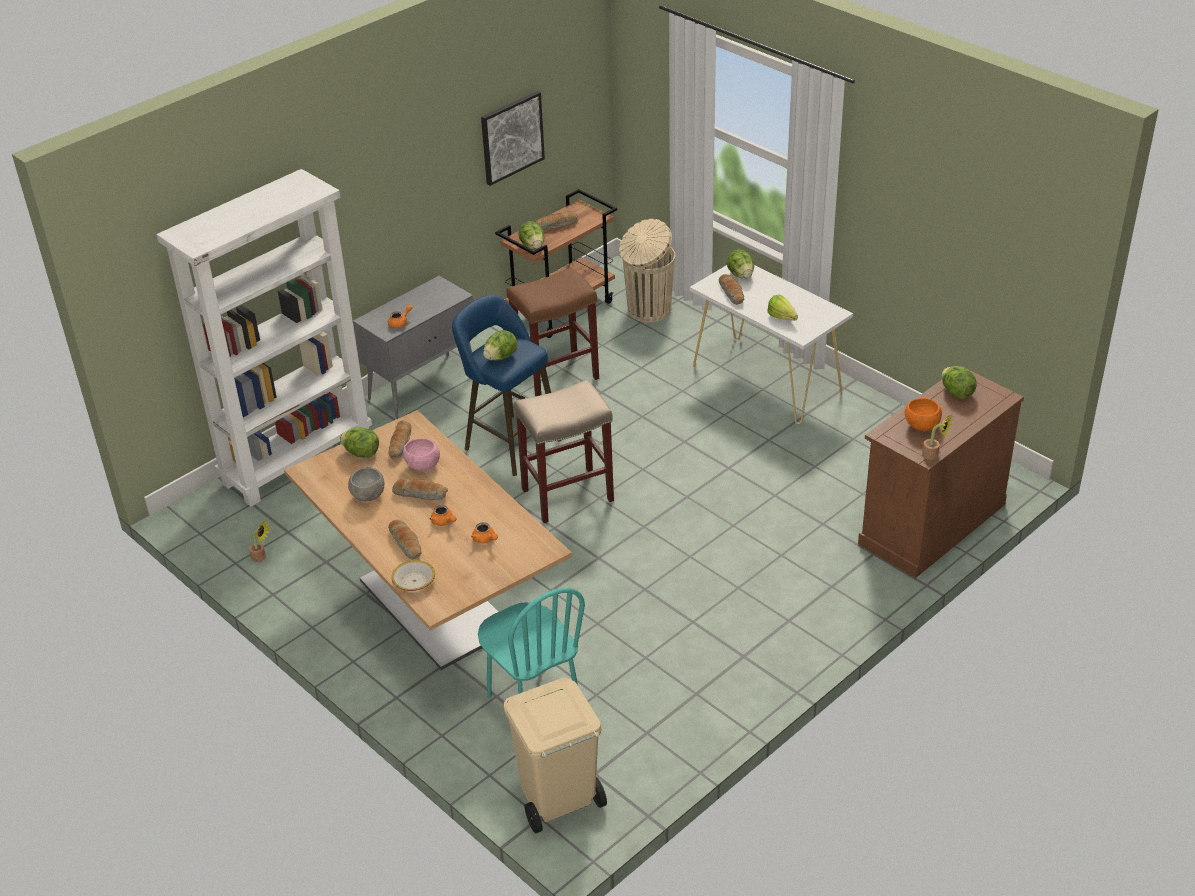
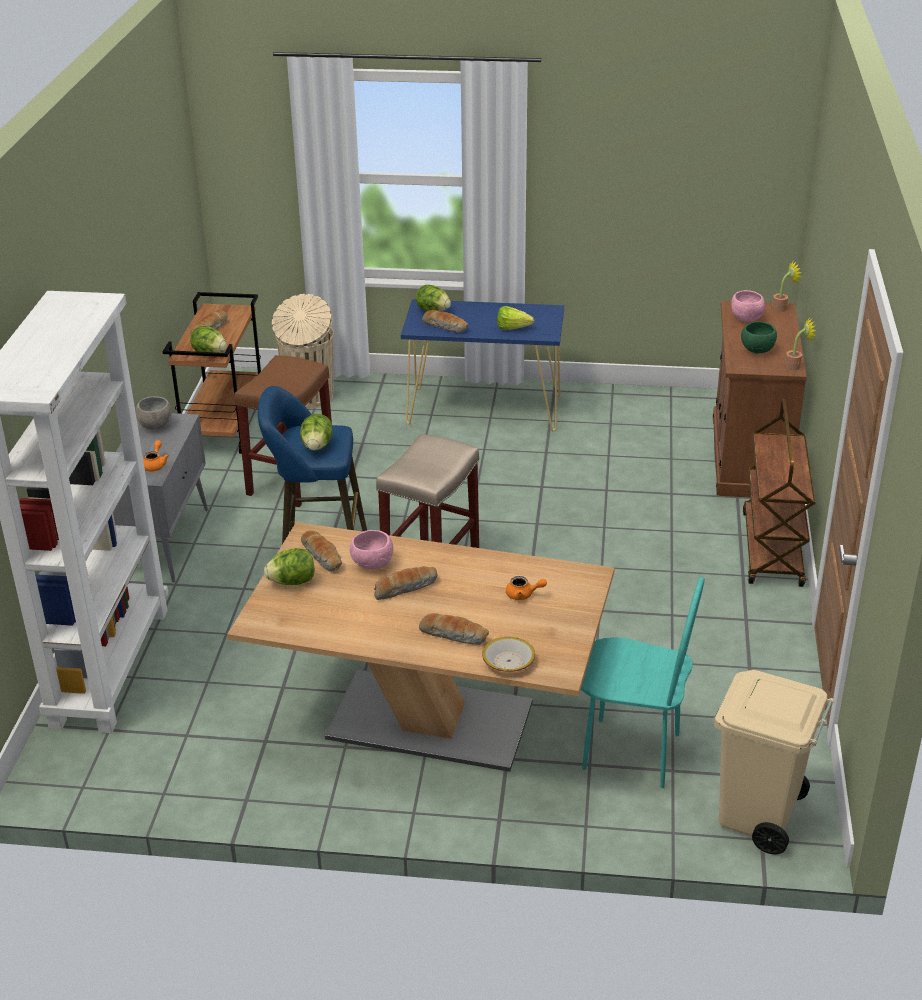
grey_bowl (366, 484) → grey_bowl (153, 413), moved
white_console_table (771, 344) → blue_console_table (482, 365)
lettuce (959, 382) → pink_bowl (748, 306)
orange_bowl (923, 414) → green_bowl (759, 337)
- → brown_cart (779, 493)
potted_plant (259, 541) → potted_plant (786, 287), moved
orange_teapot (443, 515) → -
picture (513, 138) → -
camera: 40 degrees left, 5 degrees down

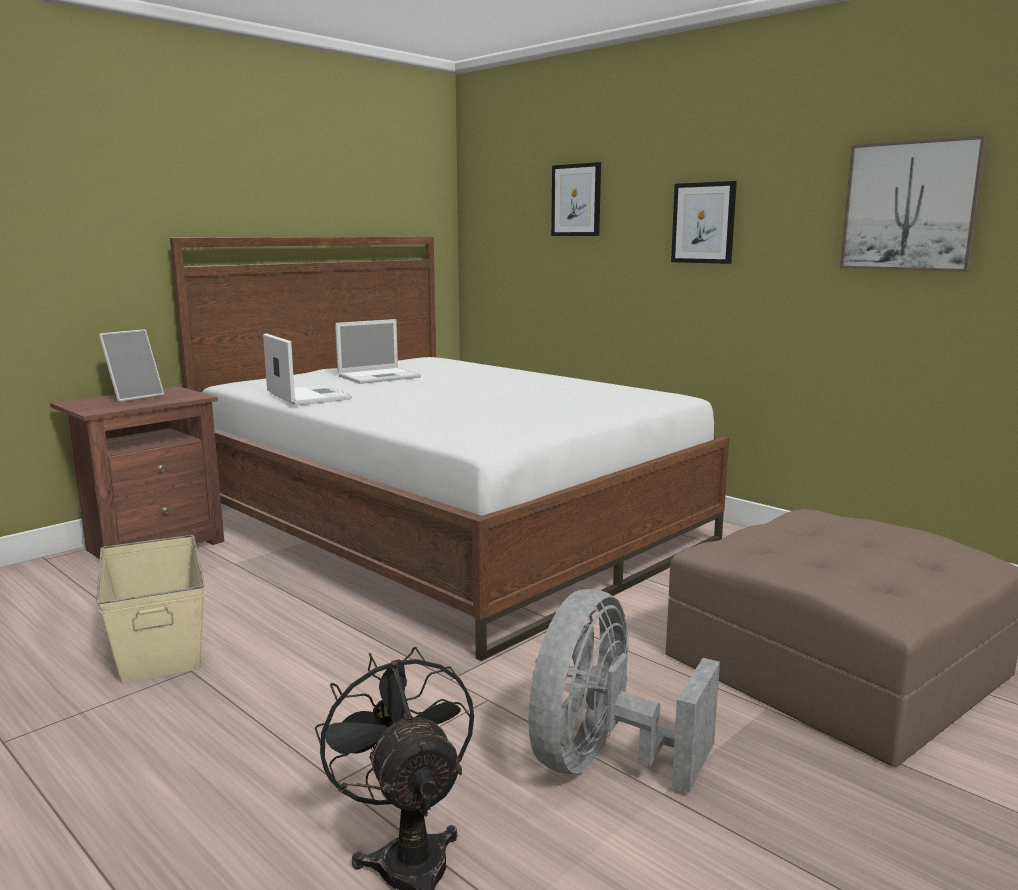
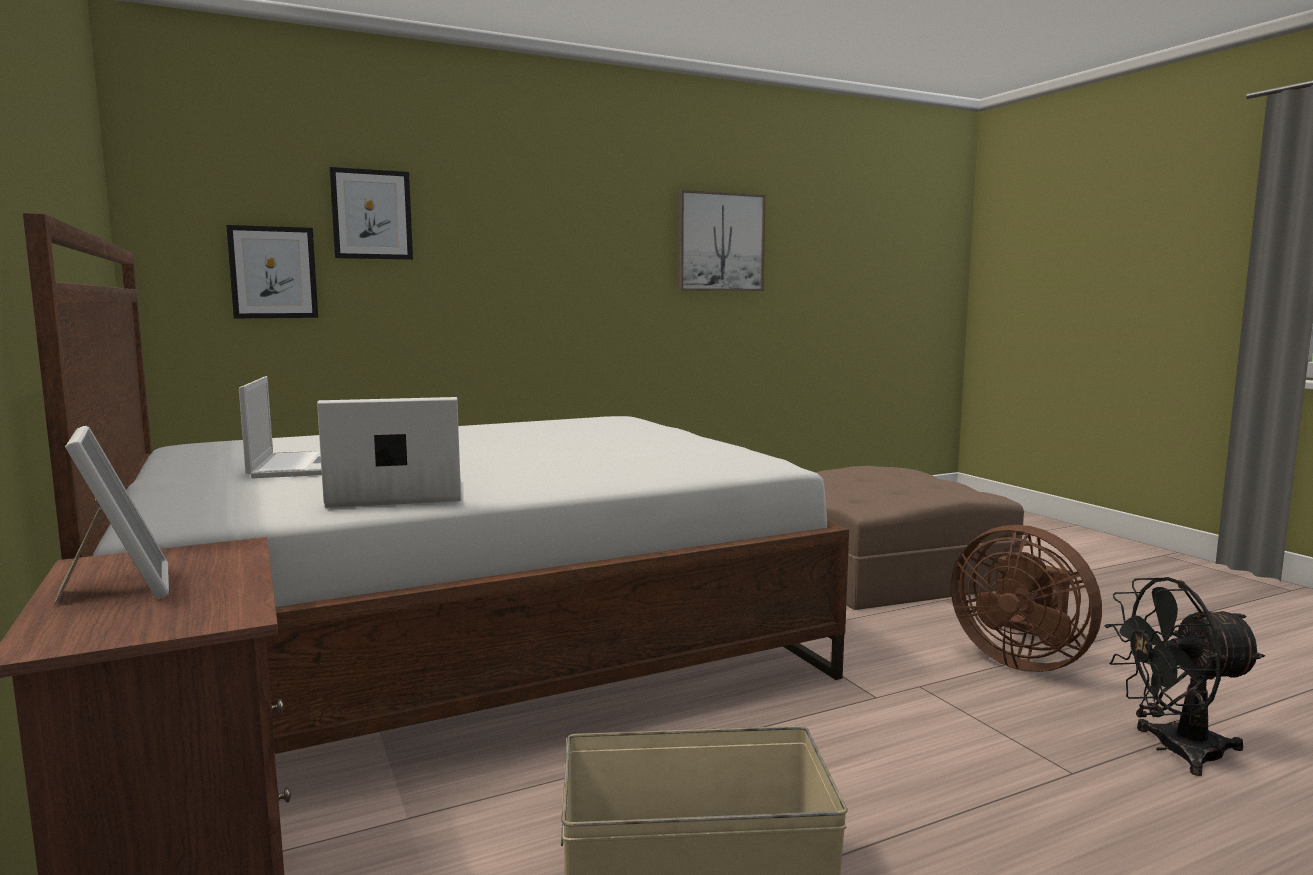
picture (704, 222) → picture (272, 271), moved
grey_fan (624, 691) → brown_fan (1026, 598)
camera: 70 degrees left, 5 degrees down

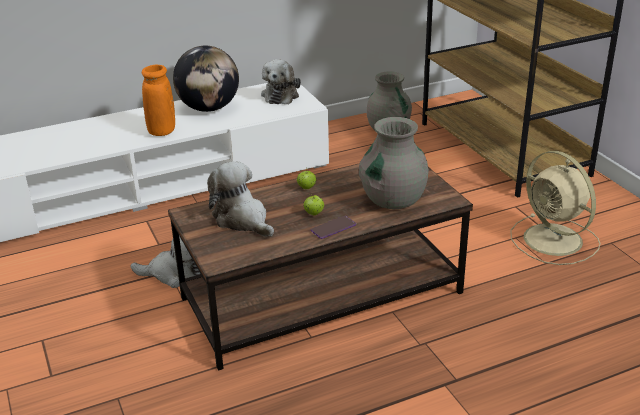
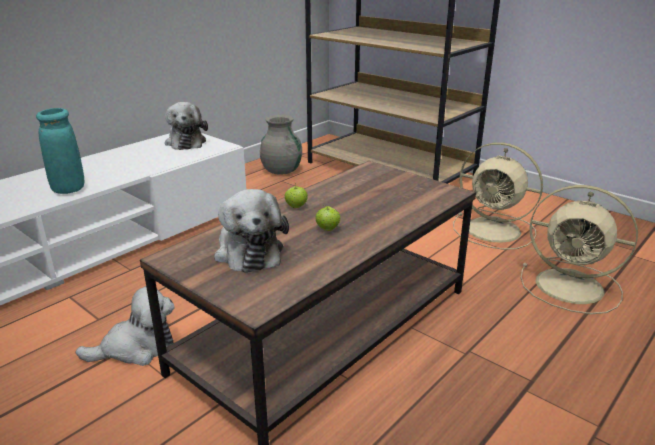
orange_vase (158, 100) → turquoise_vase (60, 151)
plush_toy (240, 199) → plush_toy (251, 231), 135 degrees counterclockwise
- → beige_fan (579, 249)
globe (206, 79) → -
phone (333, 227) → -
grey_vase (394, 163) → -
camera: 25 degrees left, 5 degrees down

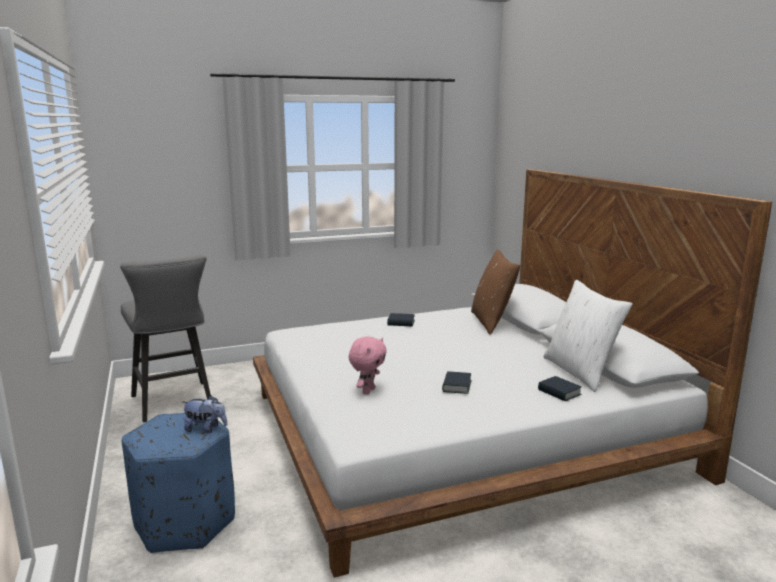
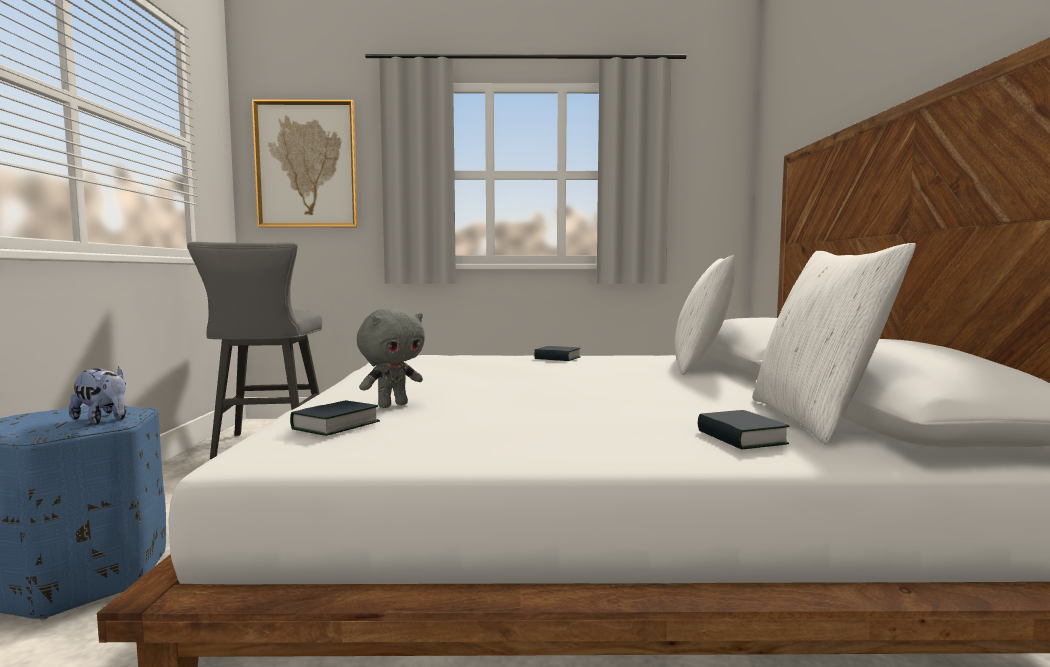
- → picture (305, 163)
book (457, 382) → book (335, 418), moved
pink_plush_toy (368, 366) → grey_plush_toy (391, 358)
brown_pillow (495, 292) → white_pillow (705, 315)
camera: 20 degrees right, 10 degrees down

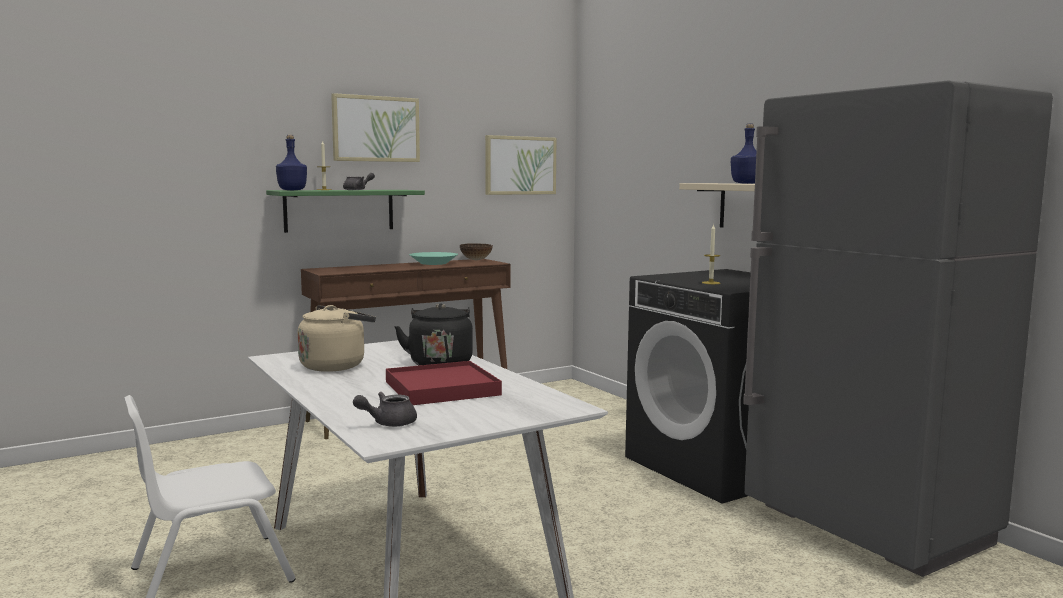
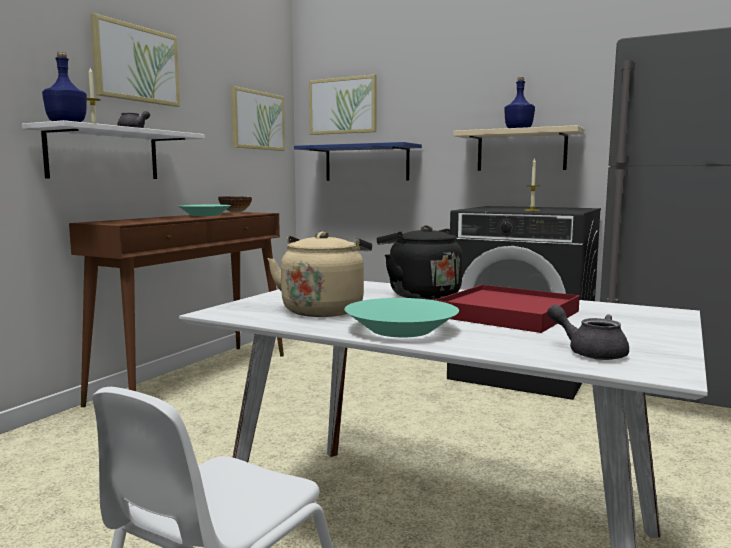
green_shelf (345, 211) → white_shelf (113, 149)
- → blue_shelf (358, 161)
- → picture (343, 104)
- → turquoise_bowl (401, 317)
grey_teapot (385, 409) → grey_teapot (588, 332), 105 degrees clockwise
camera: 30 degrees left, 0 degrees up

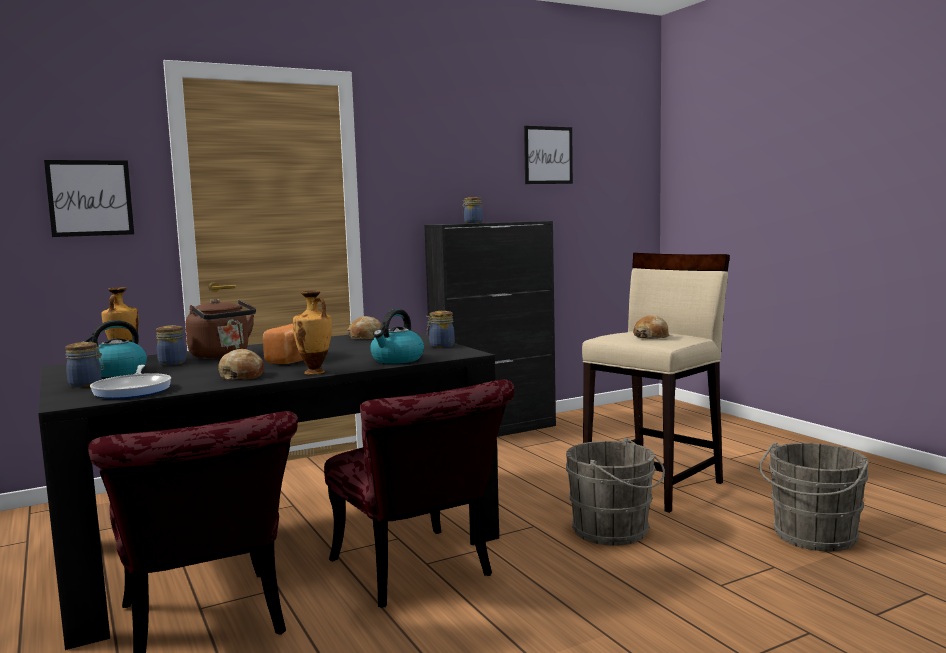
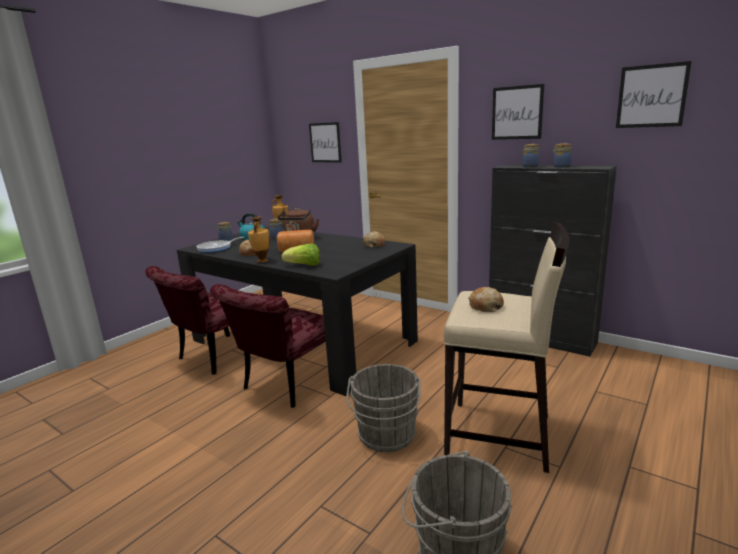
kettle (397, 336) → lettuce (301, 254)
- → picture (518, 112)
jar (440, 329) → jar (562, 155), moved
camera: 65 degrees right, 10 degrees up

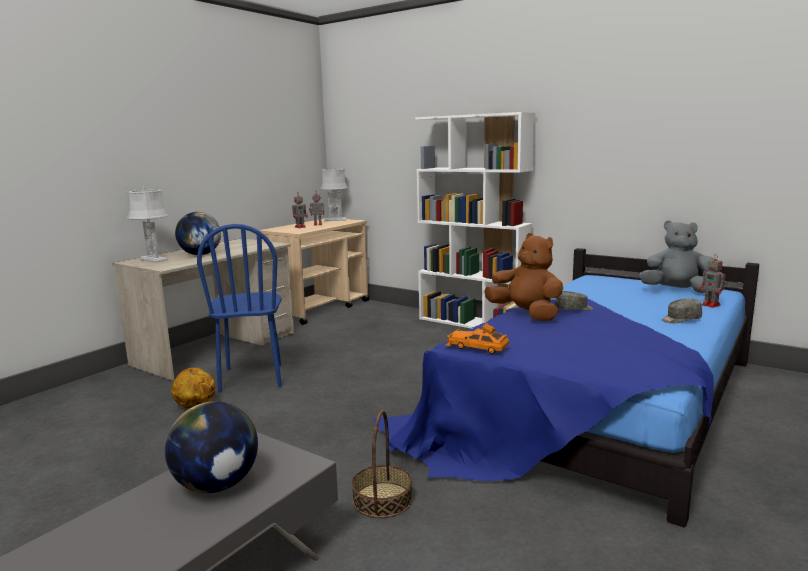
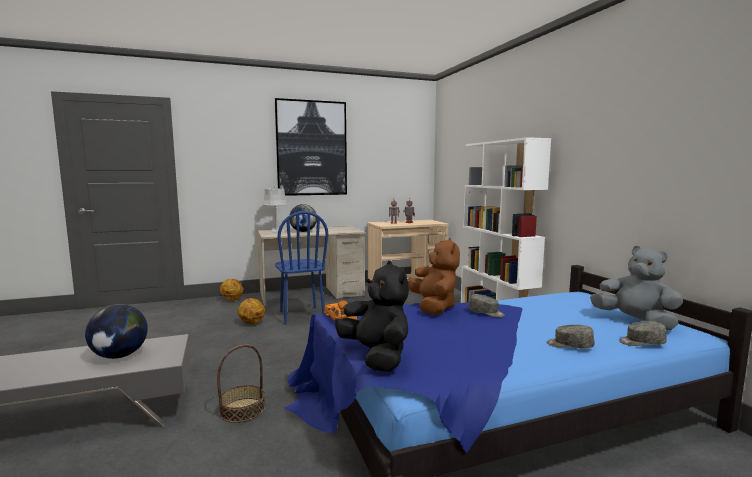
- → basketball (231, 290)
- → picture (311, 147)
blue_chair (239, 308) → blue_chair (301, 268), 45 degrees counterclockwise
- → black_plush_toy (372, 316)
toy_robot (713, 281) → grey_cap (643, 333)
grey_table_lamp (334, 193) → -
camera: 35 degrees right, 5 degrees down

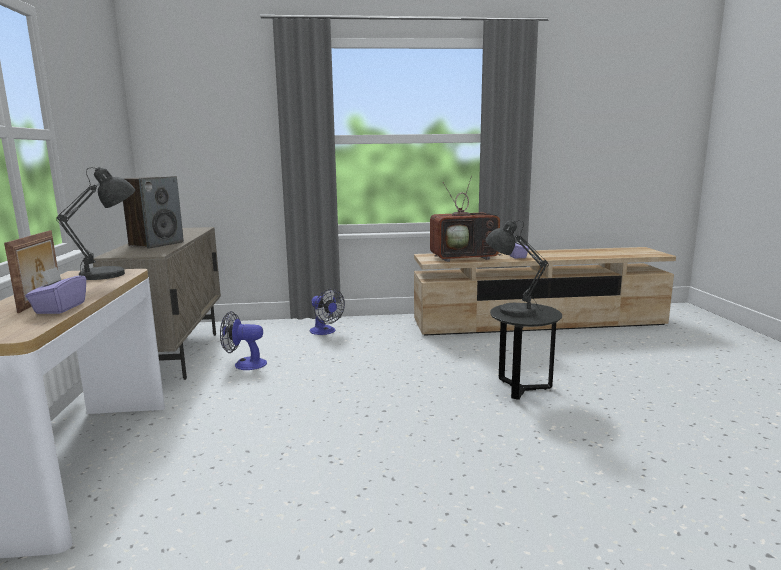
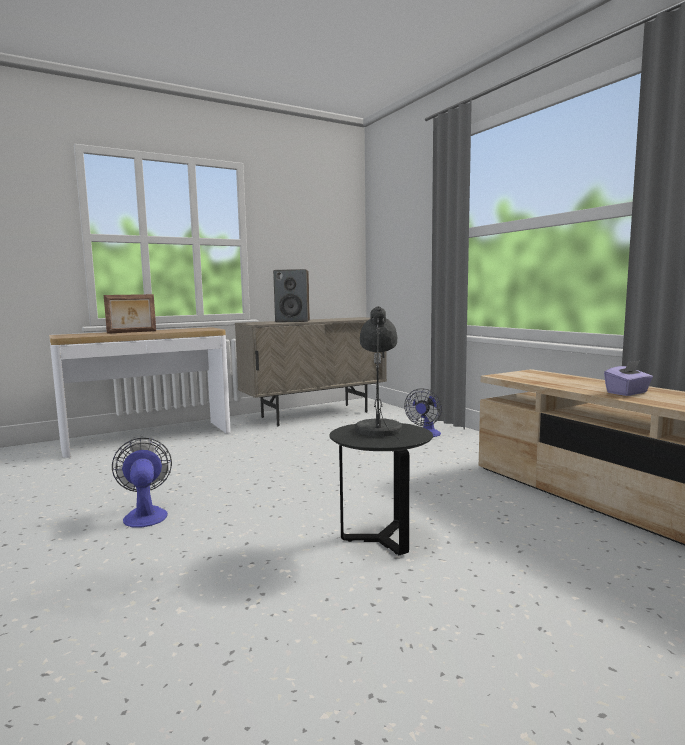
fan (243, 340) → fan (142, 483), moved
purple_tissue_box (55, 290) → -
grey_table_lamp (96, 223) → -
television (466, 218) → -
camera: 65 degrees right, 5 degrees down

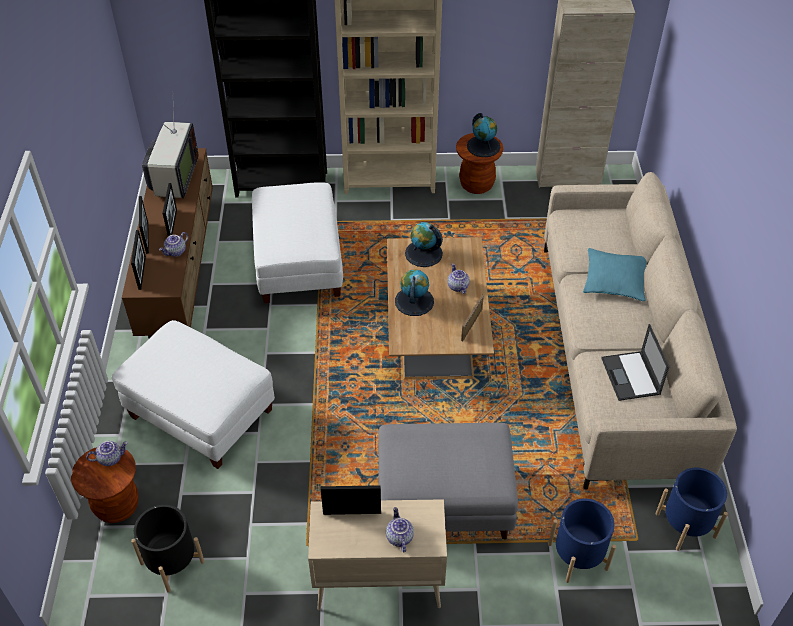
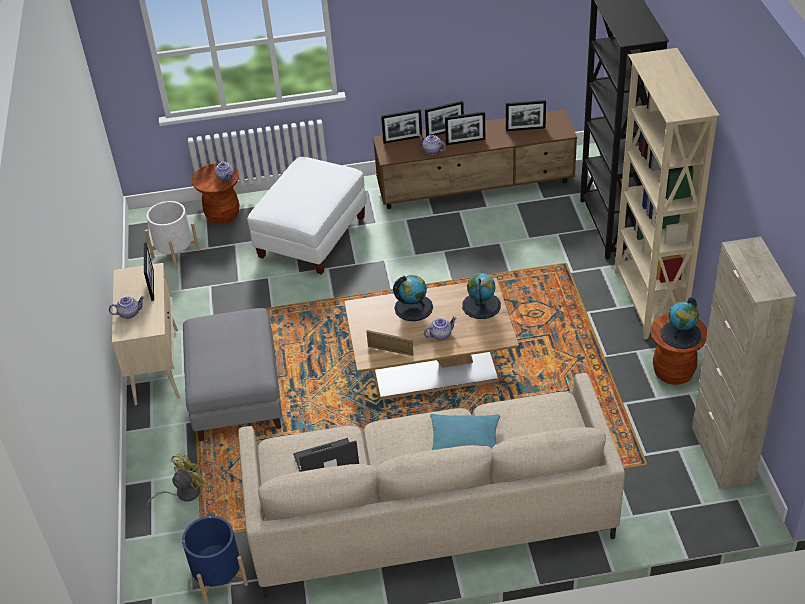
black_planter (168, 549) → white_planter (172, 235)
blue_planter (582, 541) → yellow_fan (177, 480)
television (170, 152) → picture_frame (526, 115)
white_ottoman (297, 242) → -
camera: 85 degrees right, 5 degrees down

